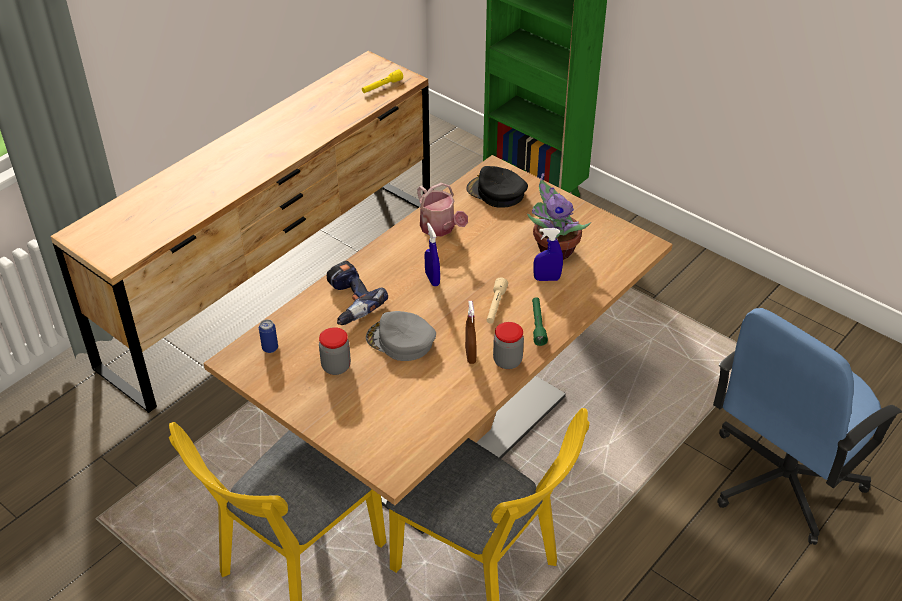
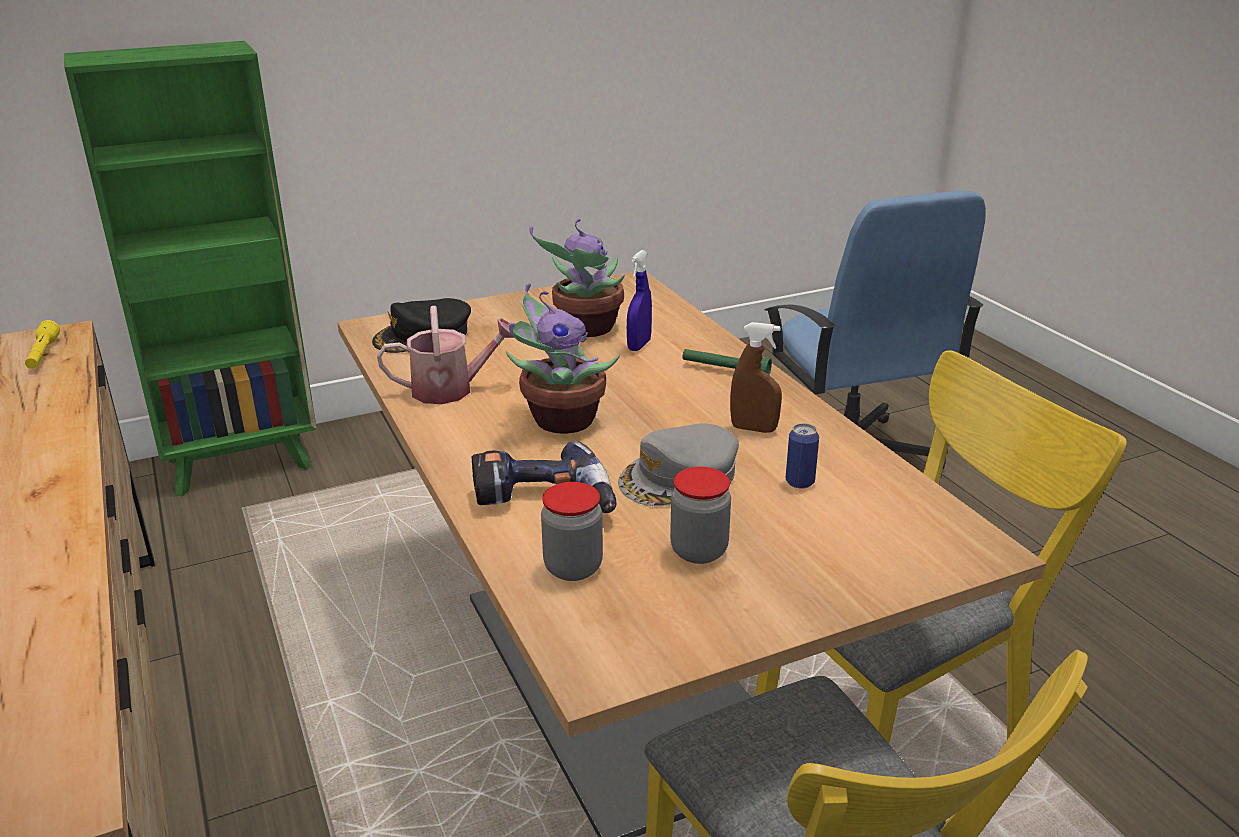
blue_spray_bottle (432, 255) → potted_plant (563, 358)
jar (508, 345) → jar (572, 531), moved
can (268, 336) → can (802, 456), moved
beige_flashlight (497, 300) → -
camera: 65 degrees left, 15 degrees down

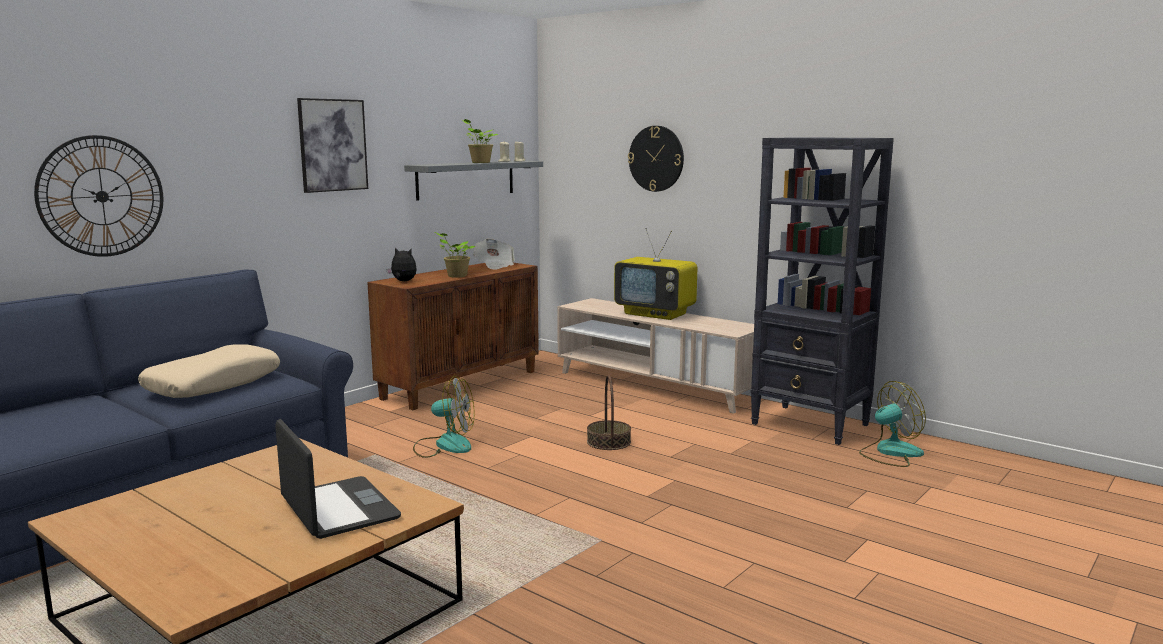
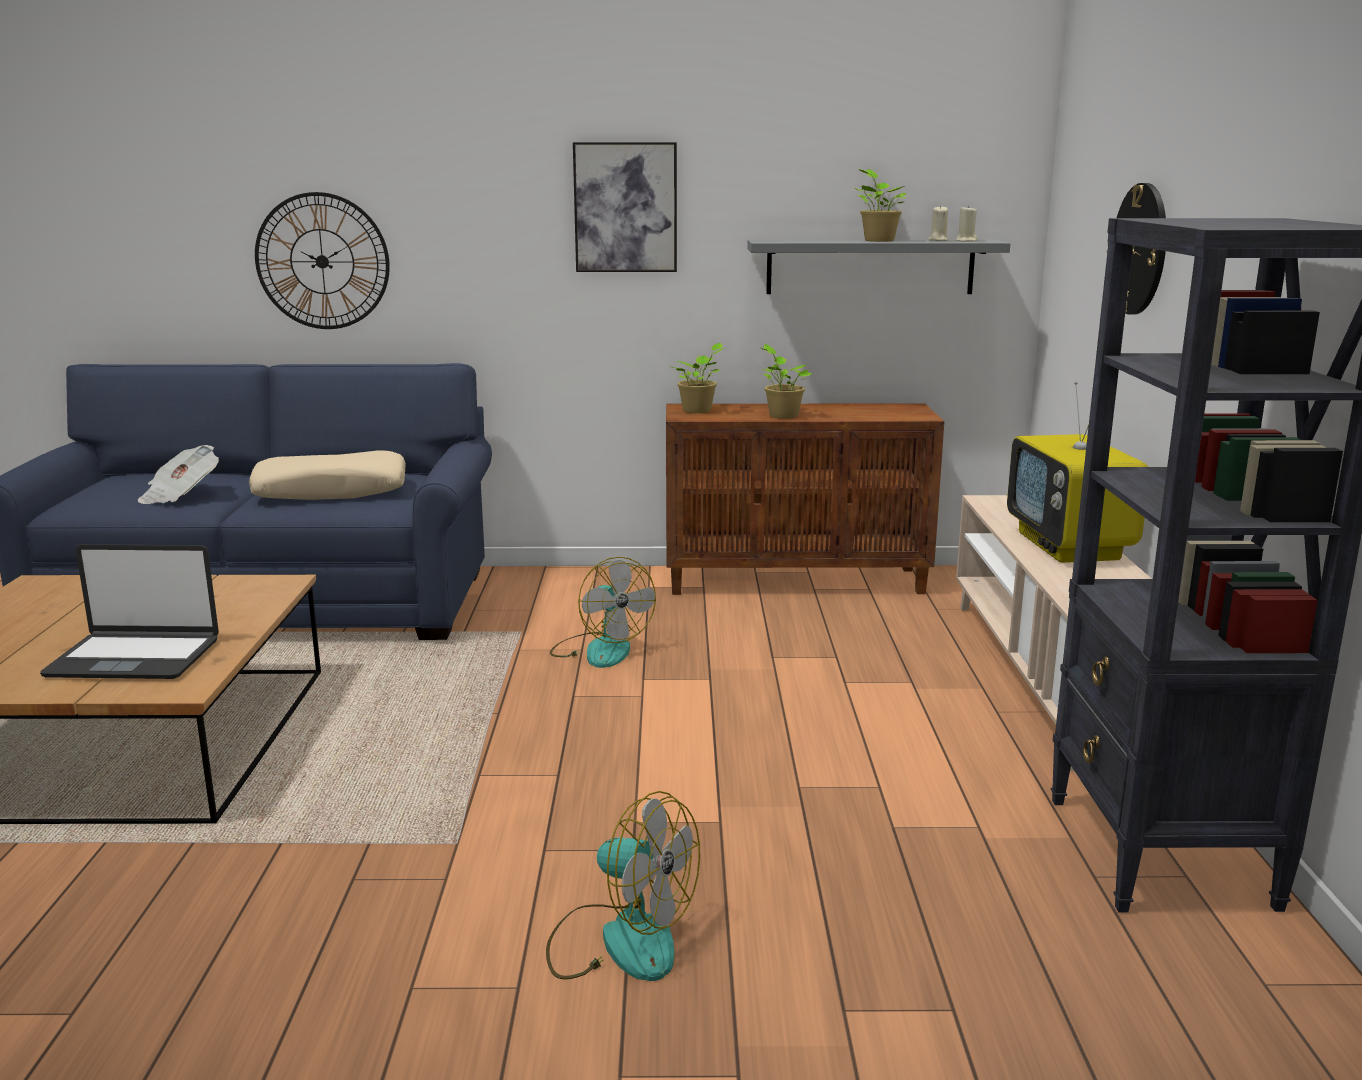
laptop (338, 479) → laptop (129, 611), 75 degrees clockwise
newspaper (493, 254) → newspaper (178, 474), moved
fan (892, 424) → fan (623, 886), moved
plush_toy (401, 264) → potted_plant (700, 378)
basket (609, 412) → -
camera: 50 degrees right, 5 degrees up

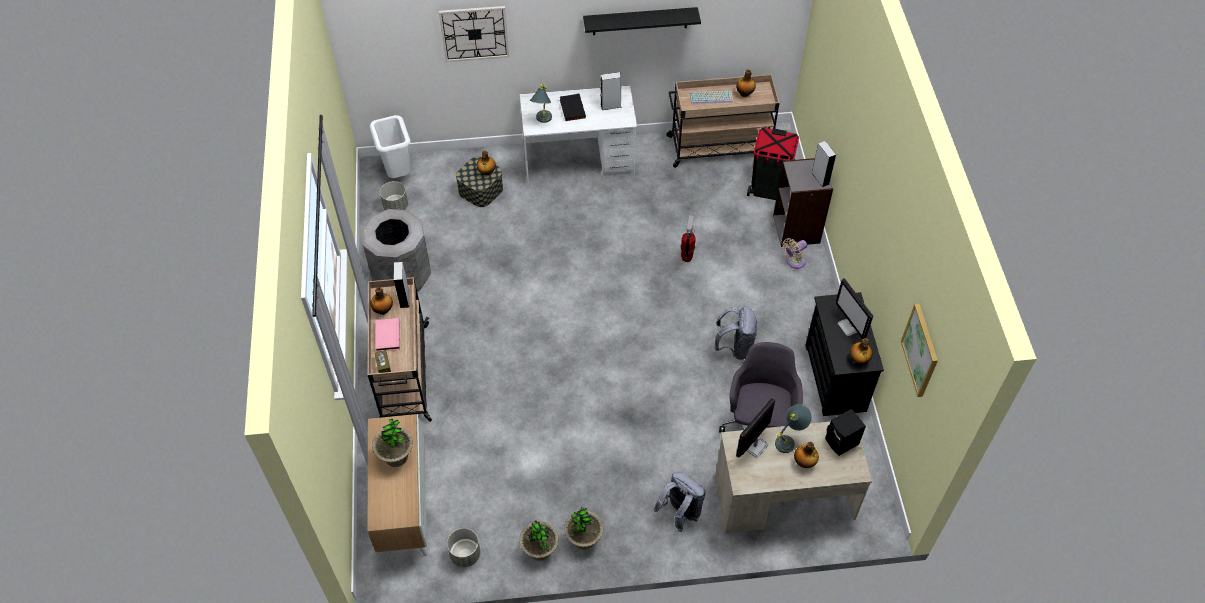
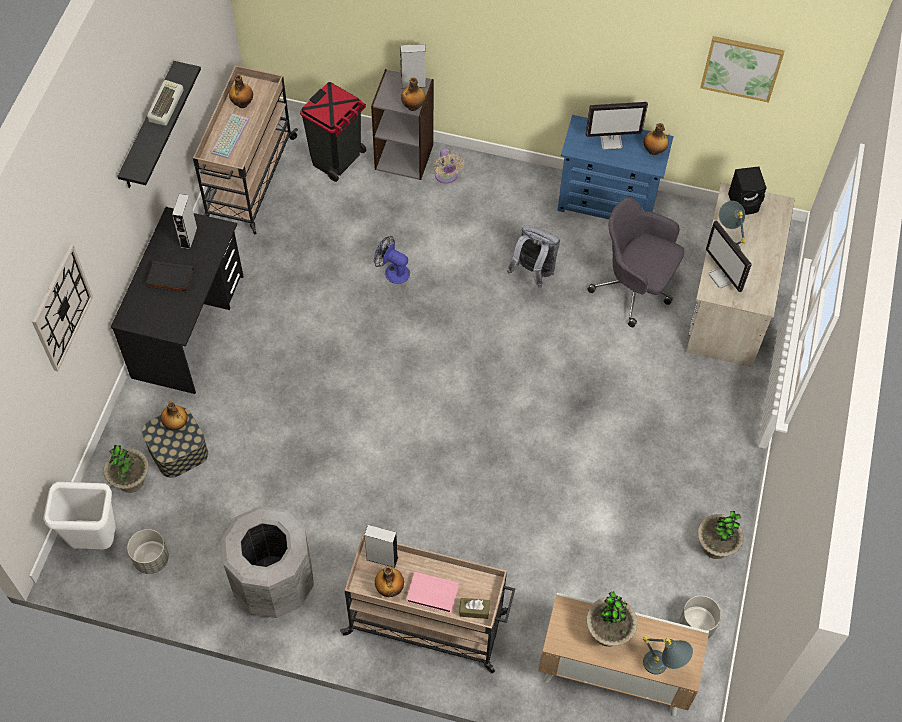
potted_plant (584, 528) → potted_plant (126, 469), moved
white_desk (578, 134) → black_desk (177, 300)
- → keyboard (165, 103)
fire_extinguisher (688, 238) → fan (392, 260)
bottle (806, 455) → bottle (413, 94), moved
black_dresser (844, 354) → blue_dresser (615, 167)
grey_table_lamp (541, 103) → grey_table_lamp (668, 655), moved
grey_backpack (680, 502) → -
camera: 70 degrees left, 5 degrees up

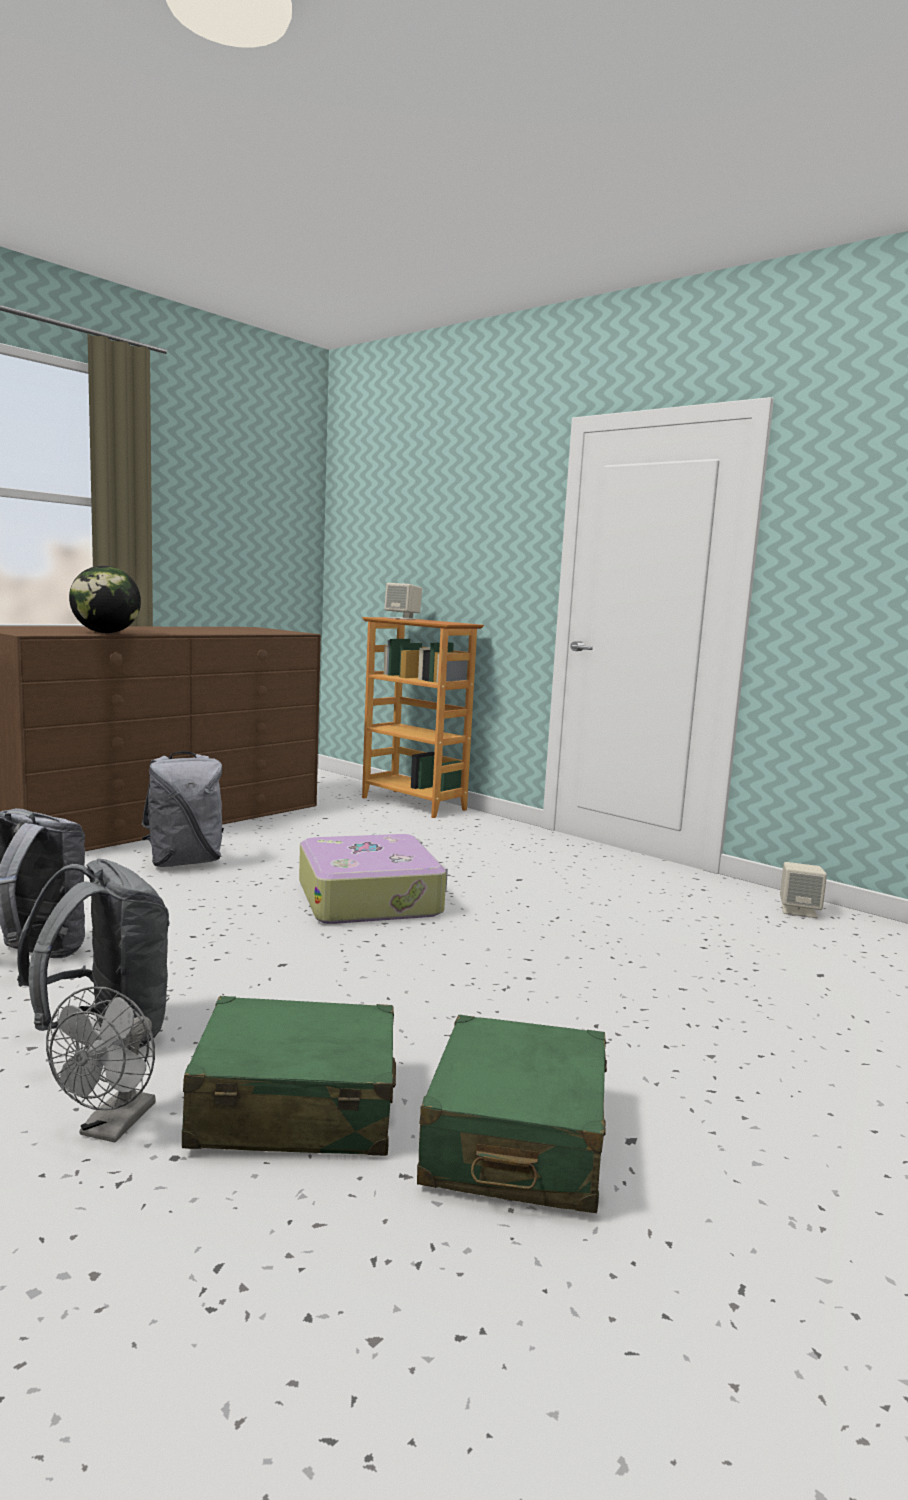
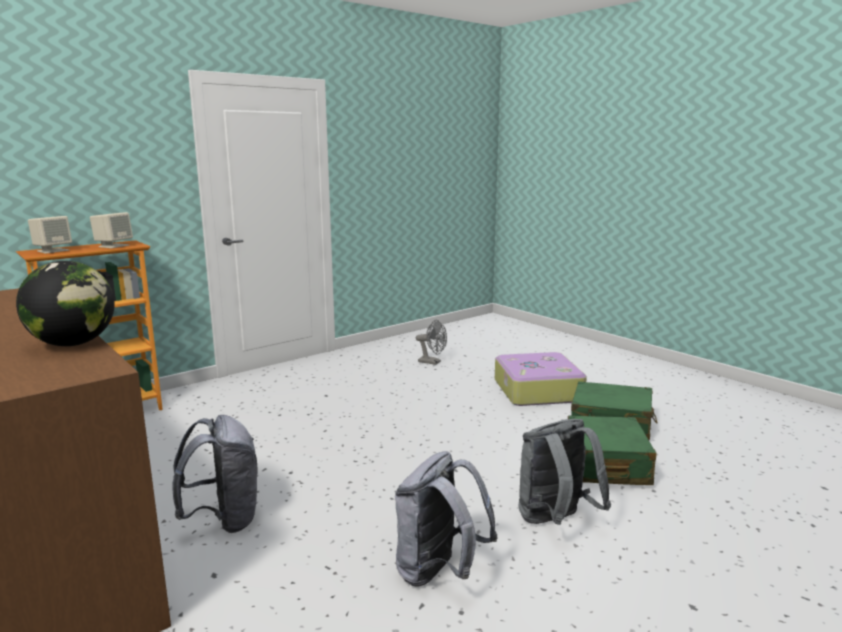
beige_speaker (803, 890) → beige_speaker (111, 230), moved
grey_fan (101, 1064) → grey_fan (431, 342), moved
suitcase (373, 879) → suitcase (541, 379), moved
camera: 80 degrees left, 5 degrees up

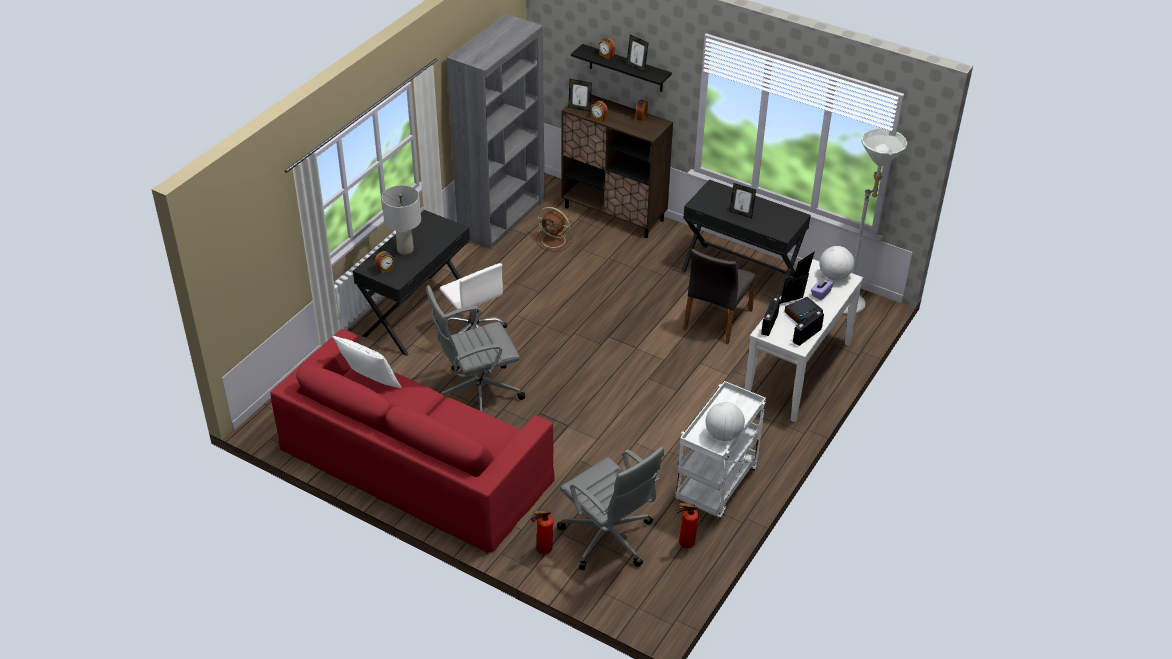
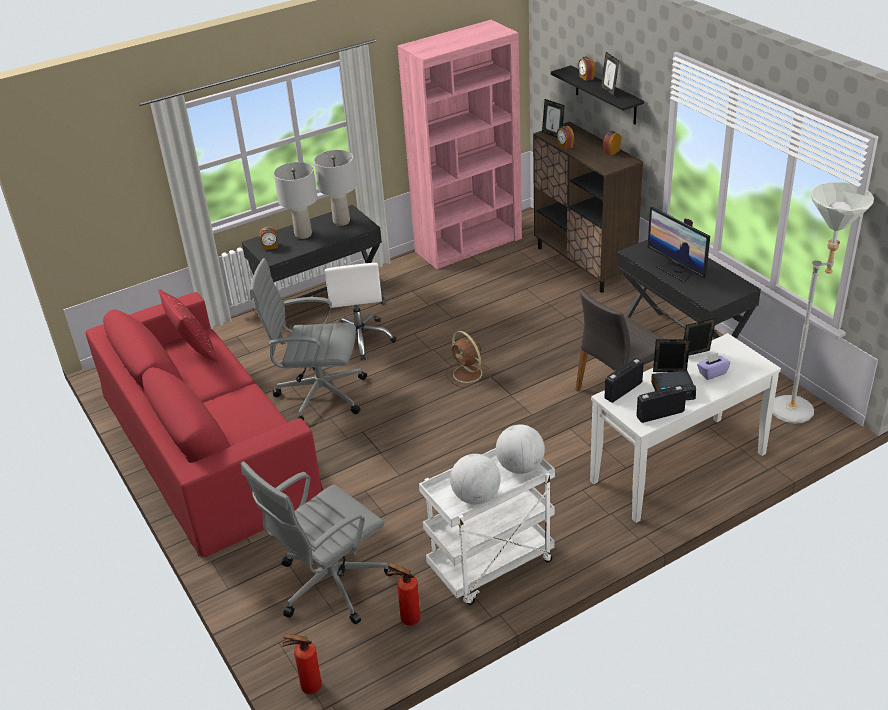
white_pillow (367, 362) → red_pillow (188, 325)
grey_office_chair (610, 508) → grey_office_chair (318, 542), 60 degrees clockwise
fire_extinguisher (542, 532) → fire_extinguisher (302, 663), moved
- → grey_table_lamp (335, 188)
grey_bookcase (496, 131) → pink_bookcase (459, 144)
brown_fan (554, 229) → brown_fan (468, 359), moved
globe (836, 263) → globe (520, 449), moved
picture_frame (742, 200) → monitor (679, 245)
camera: 30 degrees right, 5 degrees down

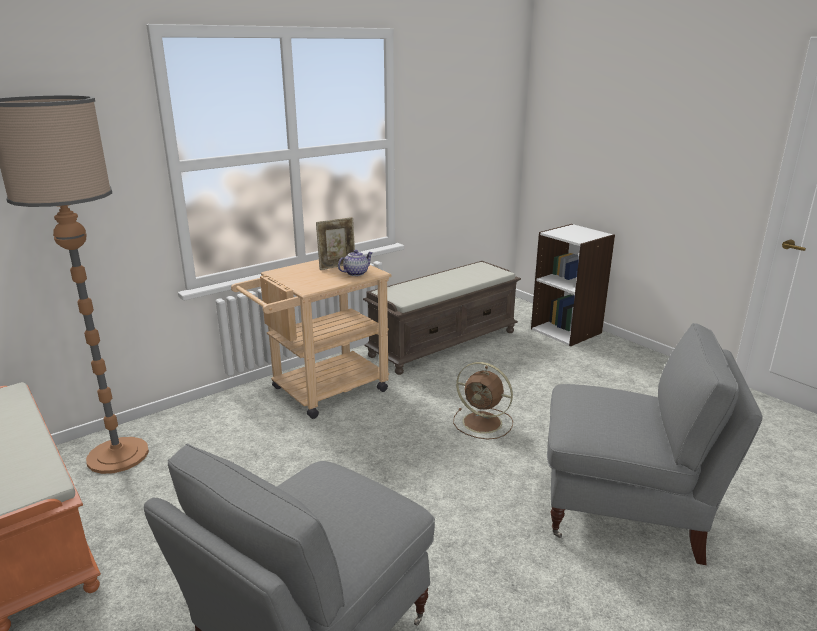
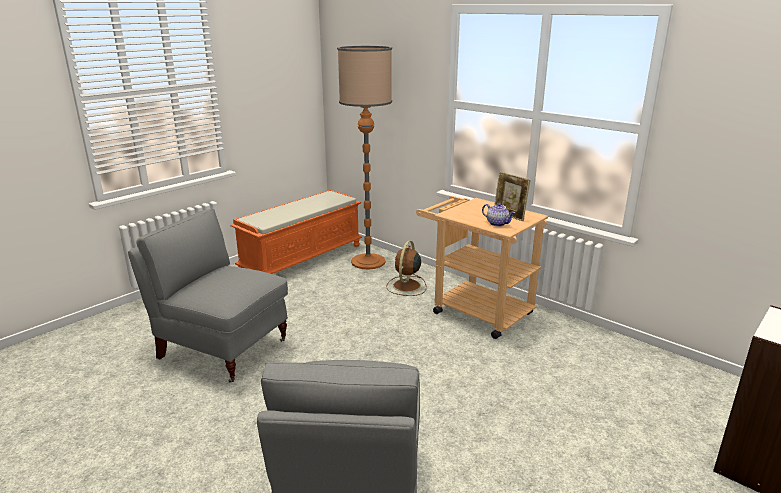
brown_fan (483, 401) → brown_fan (406, 268), moved
brown_bench (442, 318) → -
camera: 80 degrees right, 0 degrees up

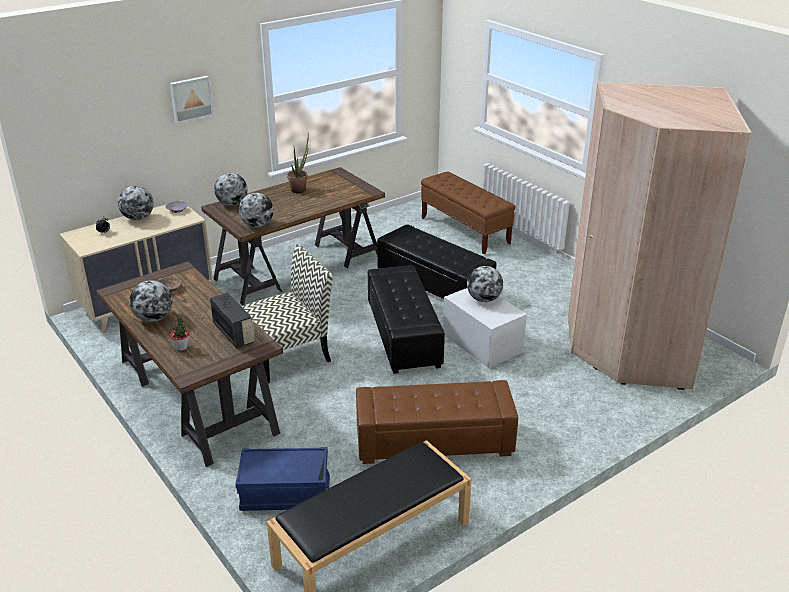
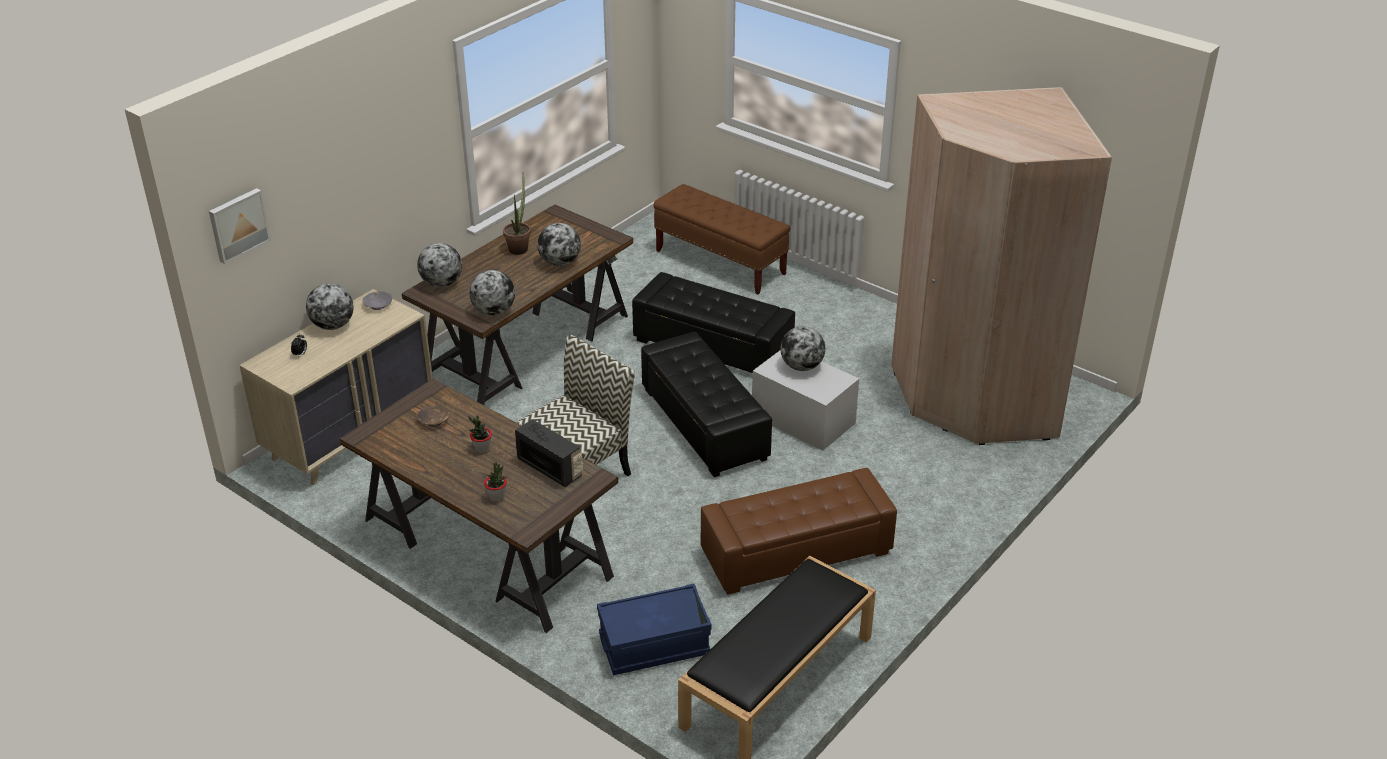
picture (192, 99) → picture (240, 226), moved
- → potted_plant (480, 434)
globe (150, 301) → globe (559, 244), moved
camera: 15 degrees left, 5 degrees up

